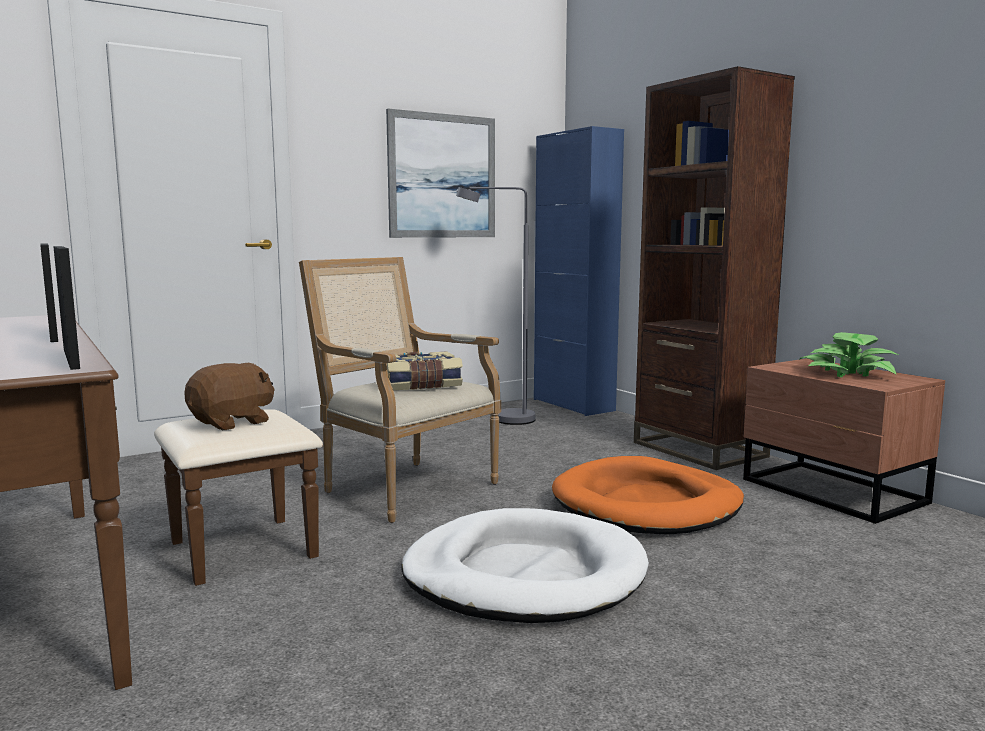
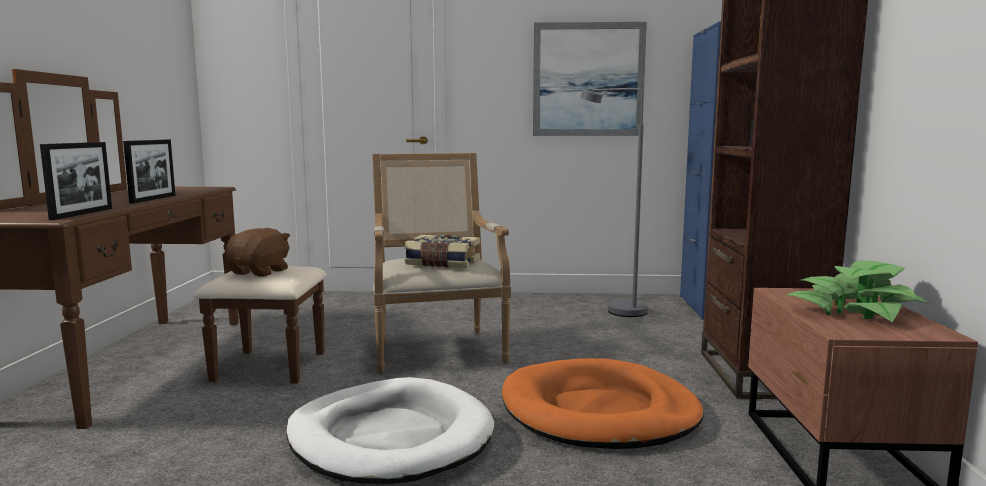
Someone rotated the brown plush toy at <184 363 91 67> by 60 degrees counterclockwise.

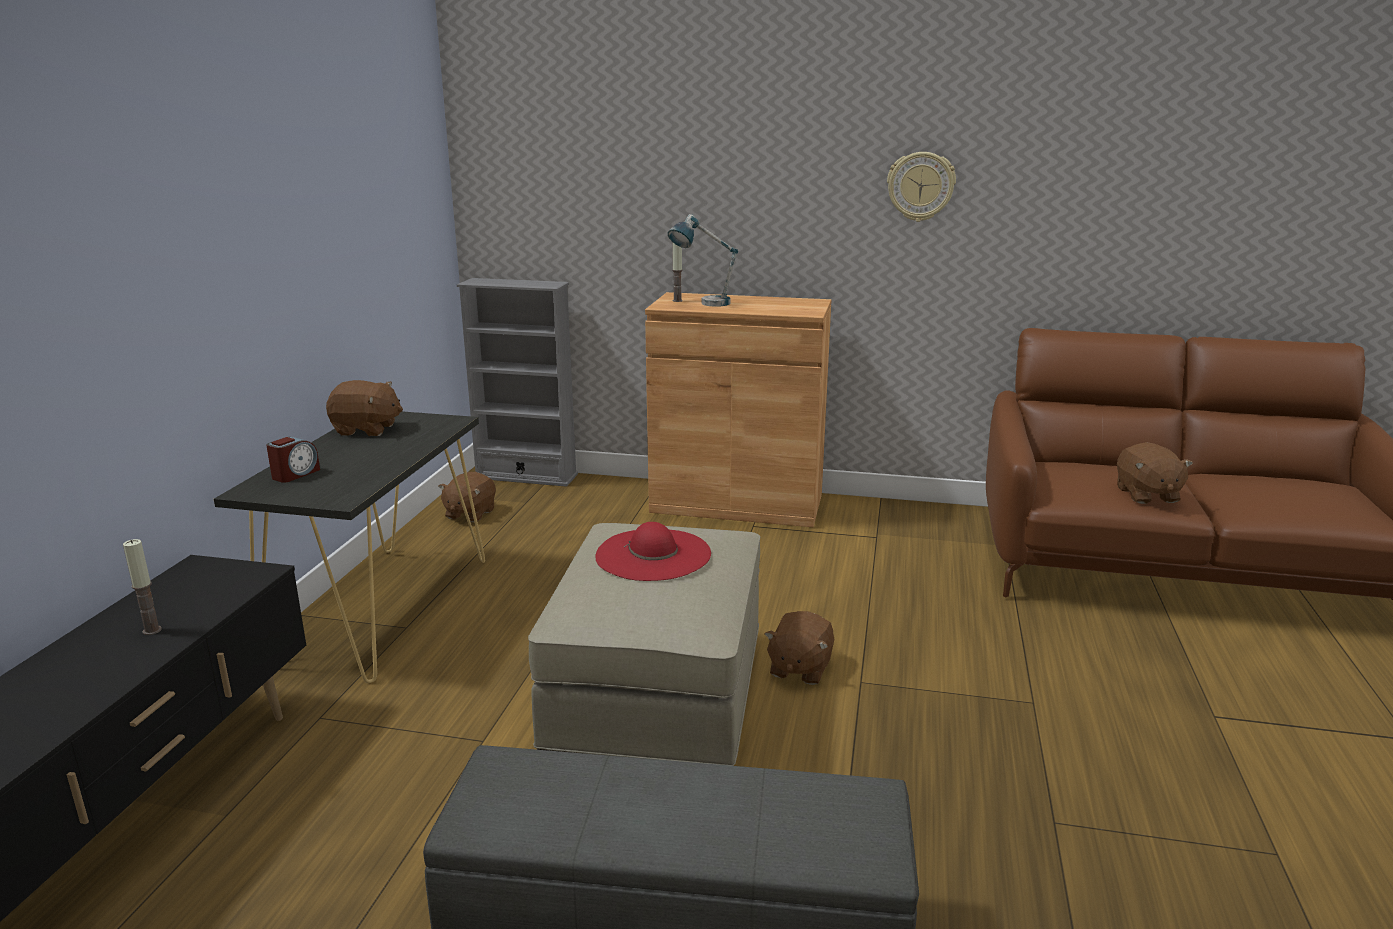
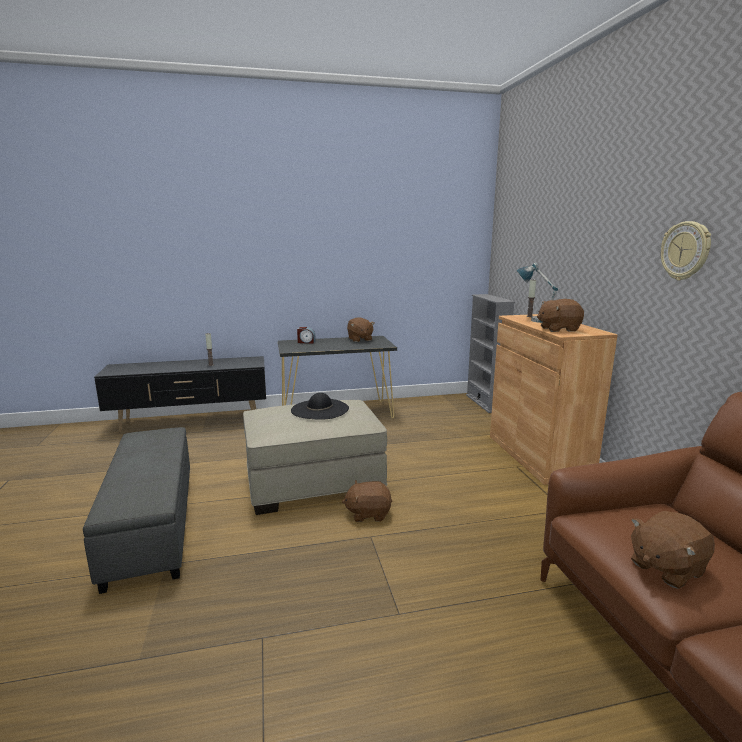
Someone carried the brown plush toy from <438 472 58 50> to <537 299 47 33>.
Someone repainted the red hat at <595 522 116 59>, which became the black hat at <291 393 58 27>.

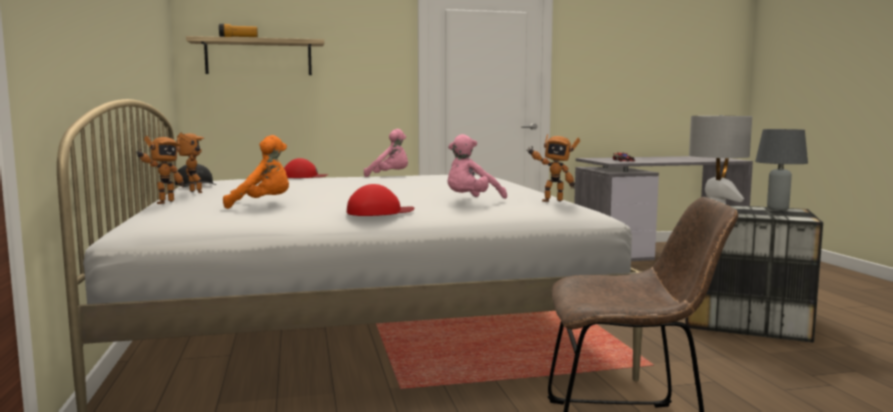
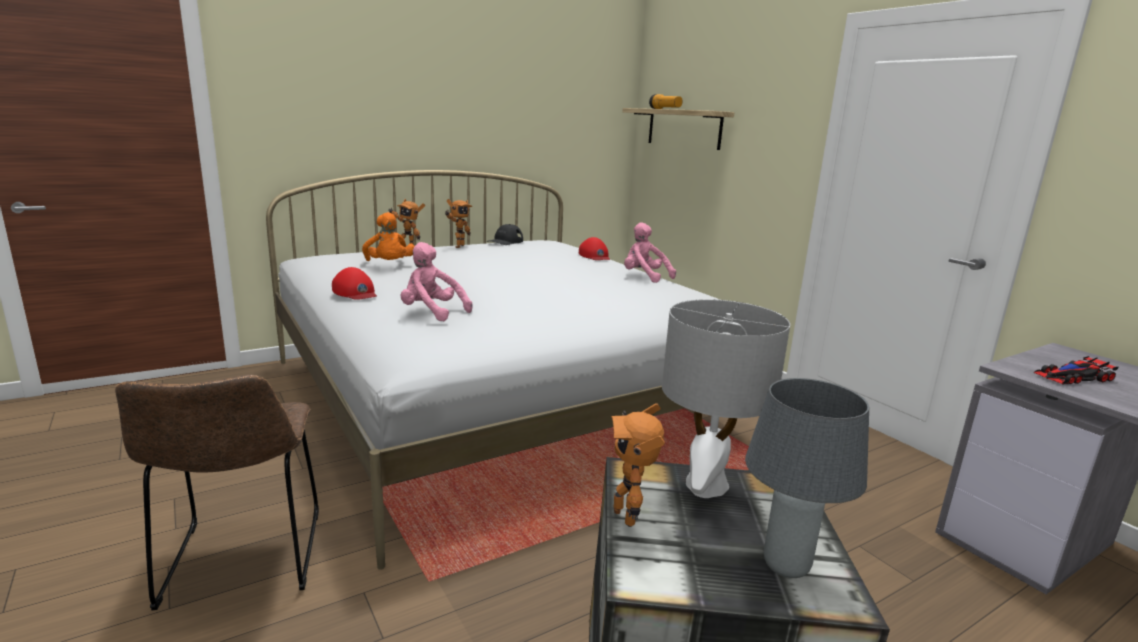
Someone rotated the pink plush toy at <364 129 44 48> by 135 degrees clockwise.
Someone carried the toy robot from <527 134 53 68> to <611 403 54 124>.

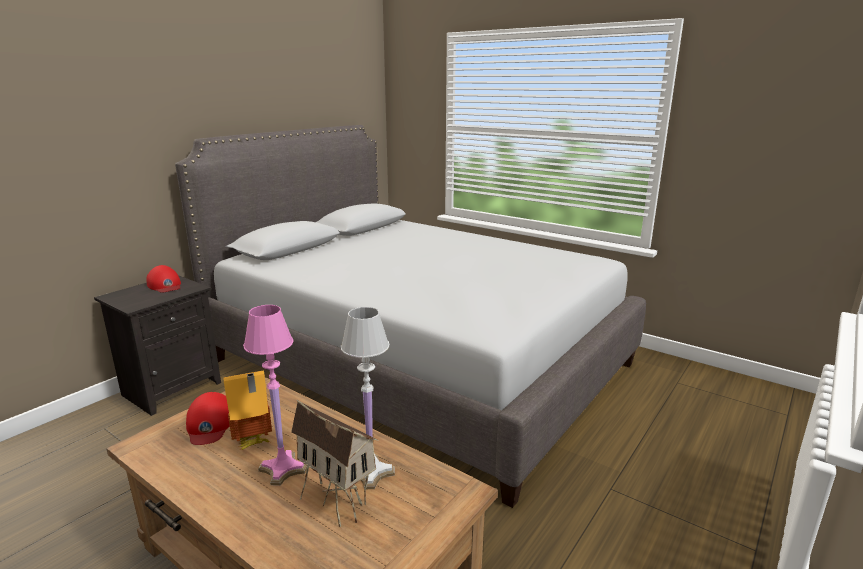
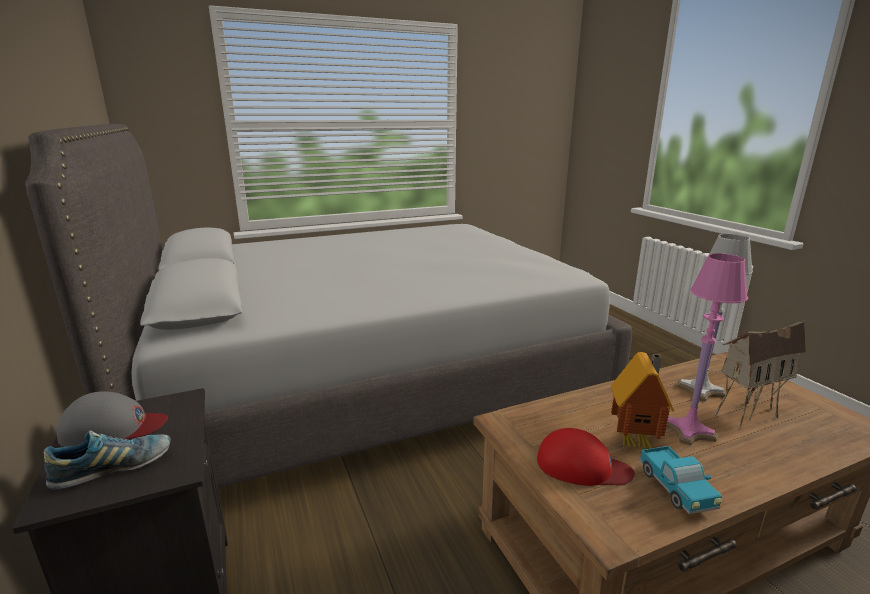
Someone repainted the red cap at <146 265 35 28>, which became the grey cap at <56 391 112 56>.
Someone put down the shoe at <44 431 127 59>.
Someone put down the toy truck at <639 446 83 68>.

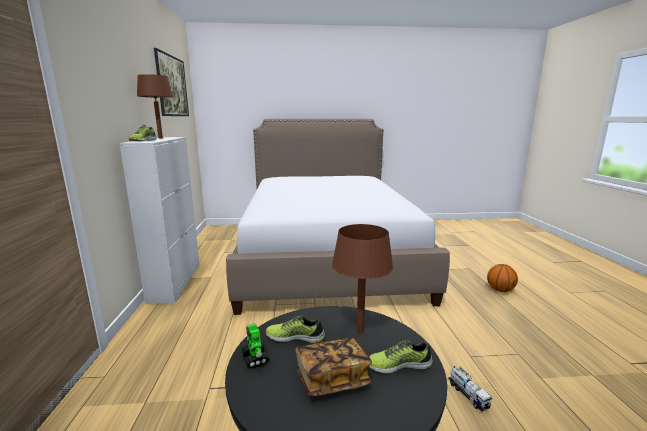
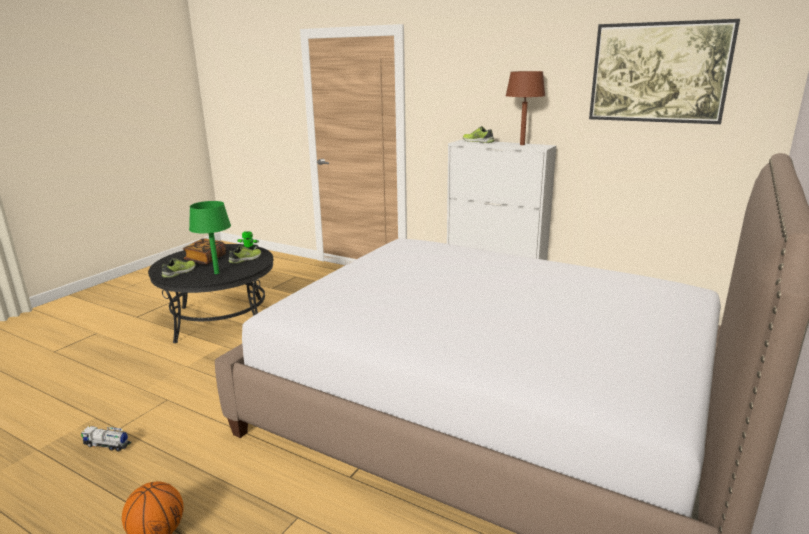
Someone repainted the brown table lamp at <332 224 61 109>, which became the green table lamp at <189 201 42 73>.
Someone carried the toy truck from <448 366 44 46> to <81 426 50 26>.

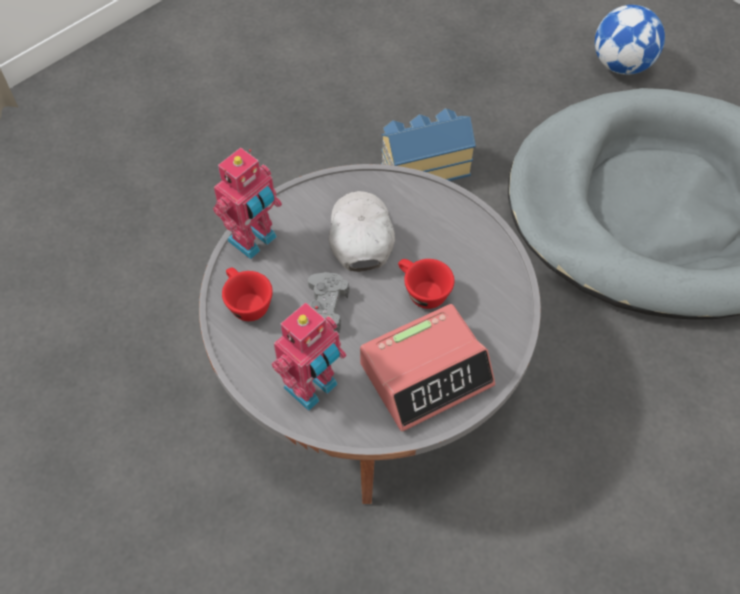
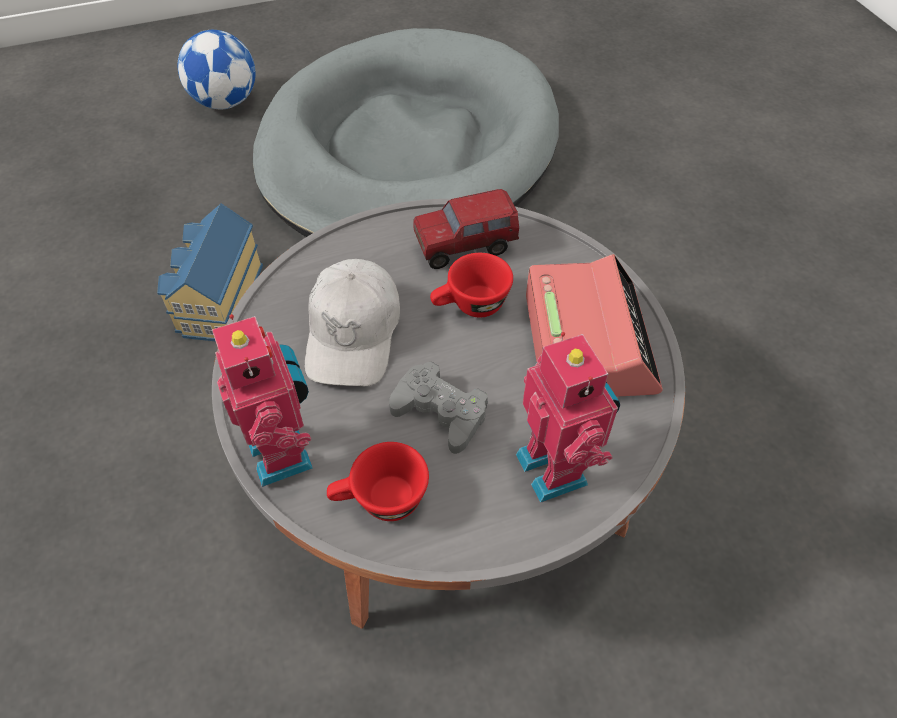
Someone rotated the white cap at <329 191 66 81> by 105 degrees counterclockwise.
Someone put down the toy truck at <413 189 106 80>.

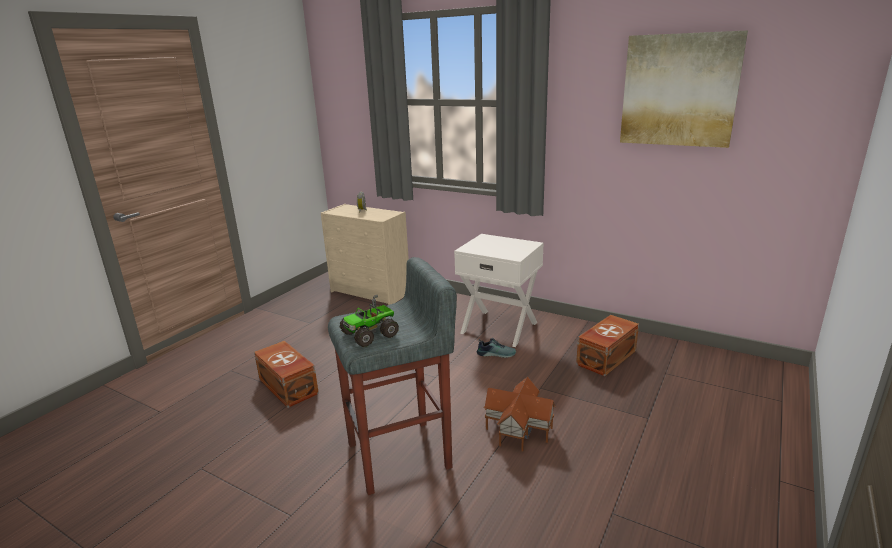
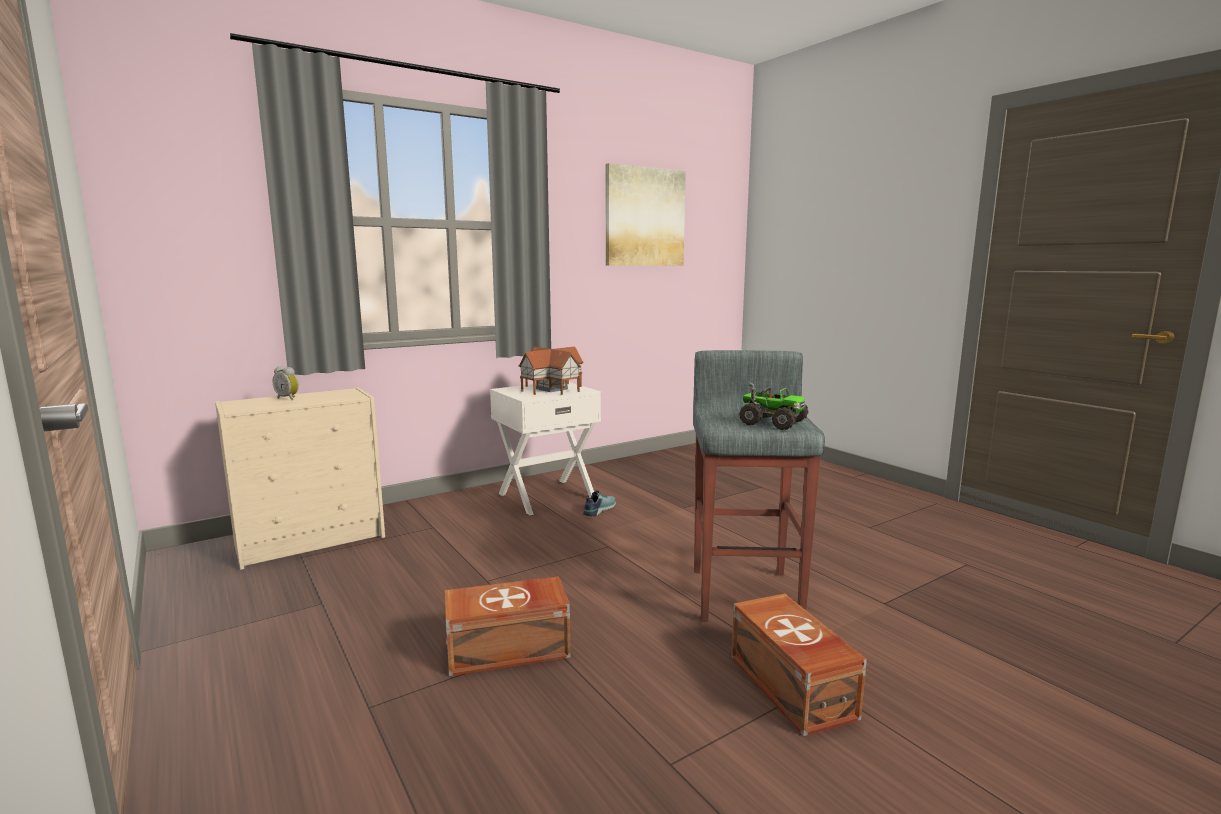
Someone rotated the toy truck at <340 295 59 52> by 45 degrees counterclockwise.
Someone carried the toy house from <483 377 73 75> to <518 346 65 49>.
Someone carried the brown storage box from <576 315 63 61> to <731 594 136 142>.

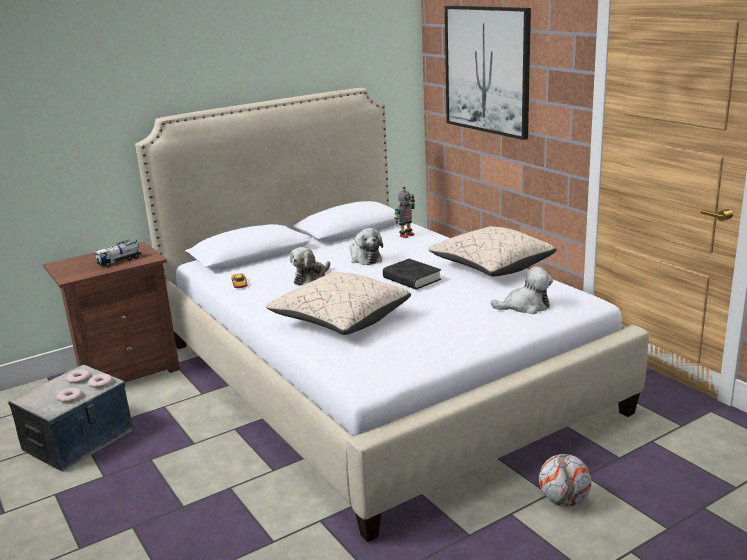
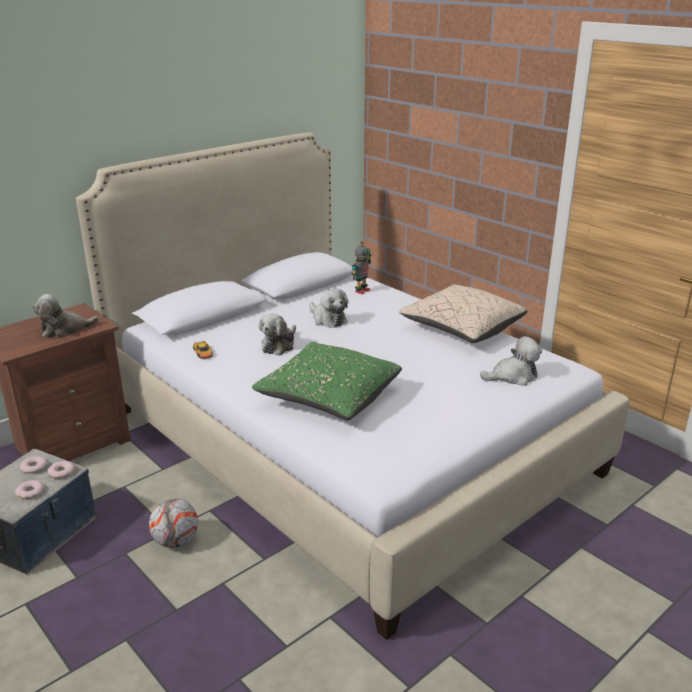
Someone swapped the toy truck at <94 240 48 27> for the plush toy at <33 294 66 43>.
Someone repainted the beige pillow at <266 272 145 63>, which became the green pillow at <252 342 150 78>.
Someone took away the black book at <383 259 58 31>.
Someone took away the picture at <445 6 86 134>.
Someone carried the football from <539 454 52 53> to <149 499 49 49>.

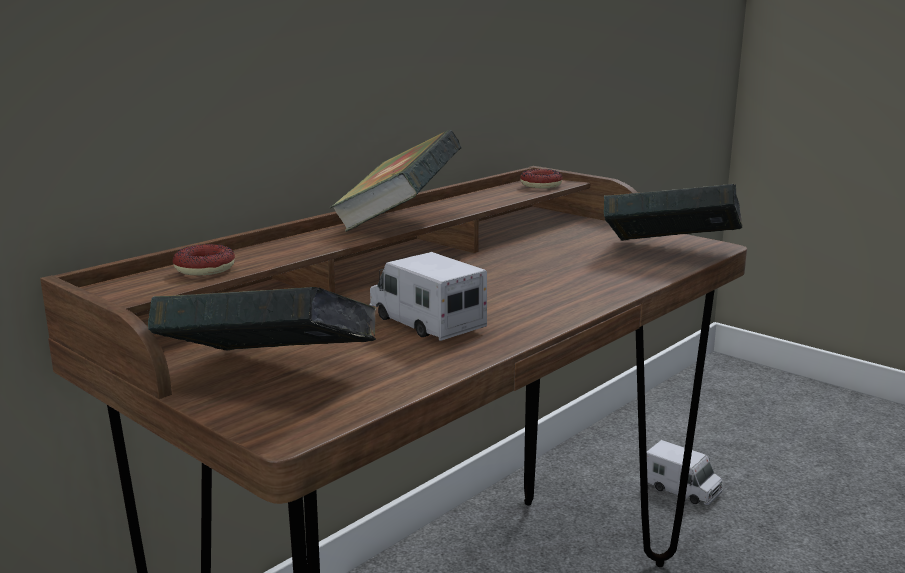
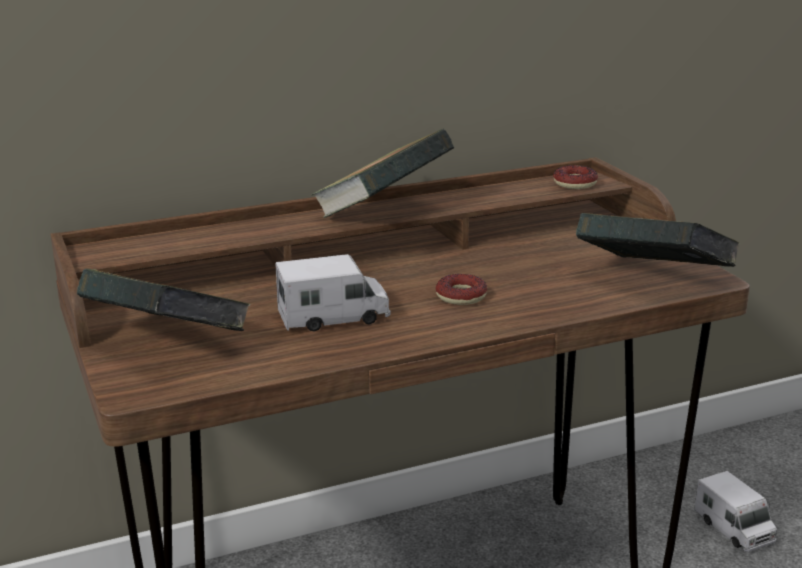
Someone carried the donut from <173 244 62 32> to <436 274 51 31>.
Someone rotated the toy truck at <369 252 118 89> by 90 degrees clockwise.

